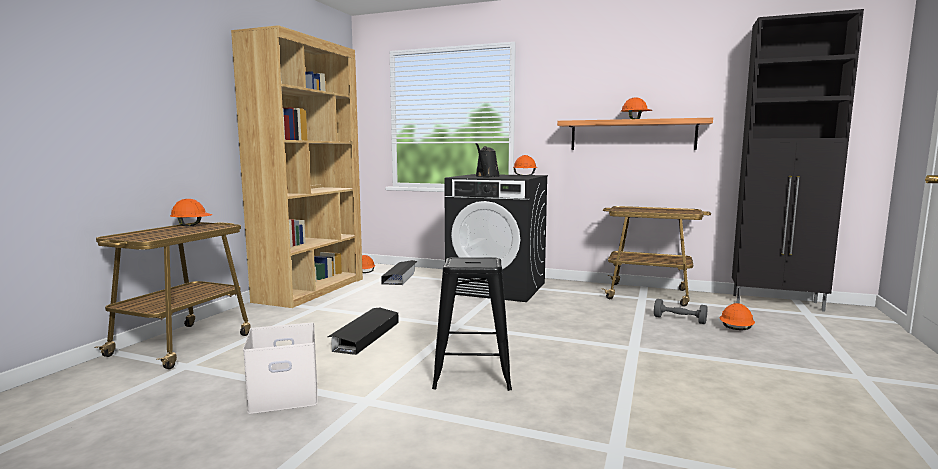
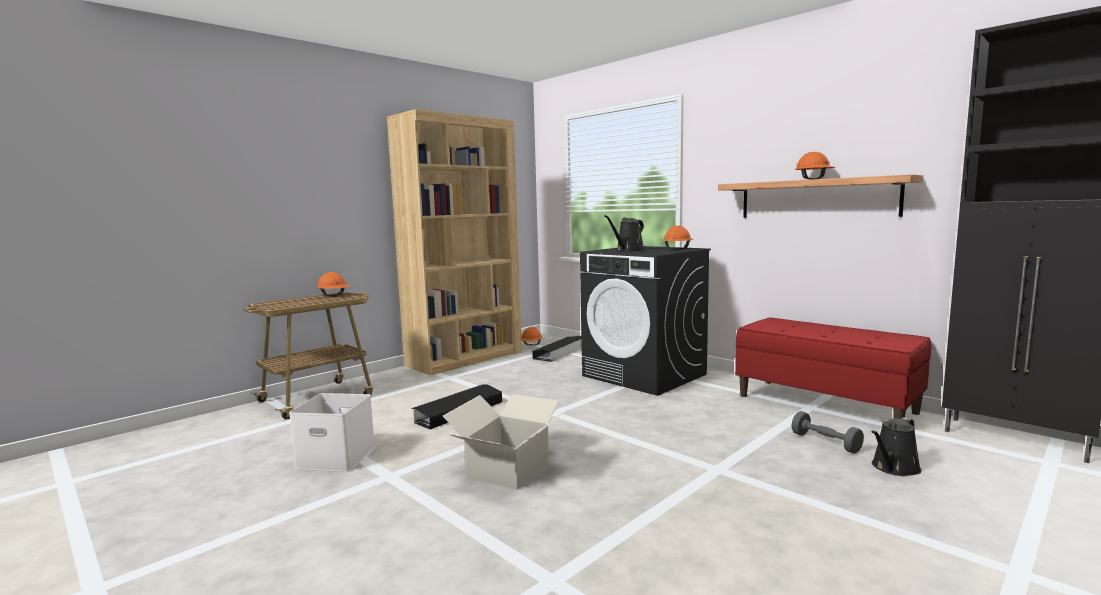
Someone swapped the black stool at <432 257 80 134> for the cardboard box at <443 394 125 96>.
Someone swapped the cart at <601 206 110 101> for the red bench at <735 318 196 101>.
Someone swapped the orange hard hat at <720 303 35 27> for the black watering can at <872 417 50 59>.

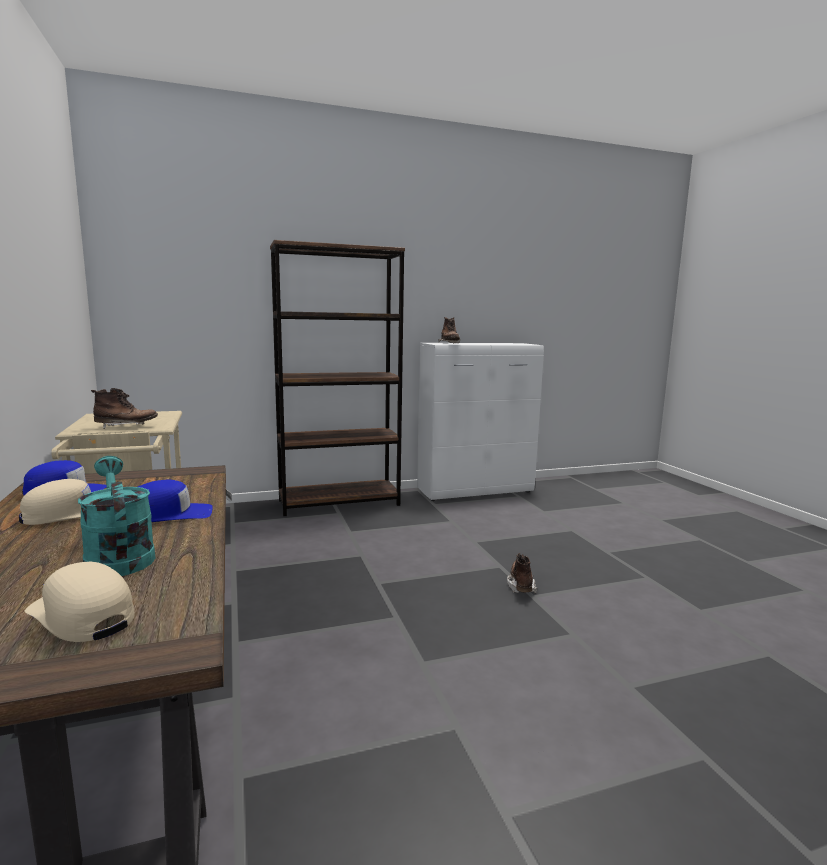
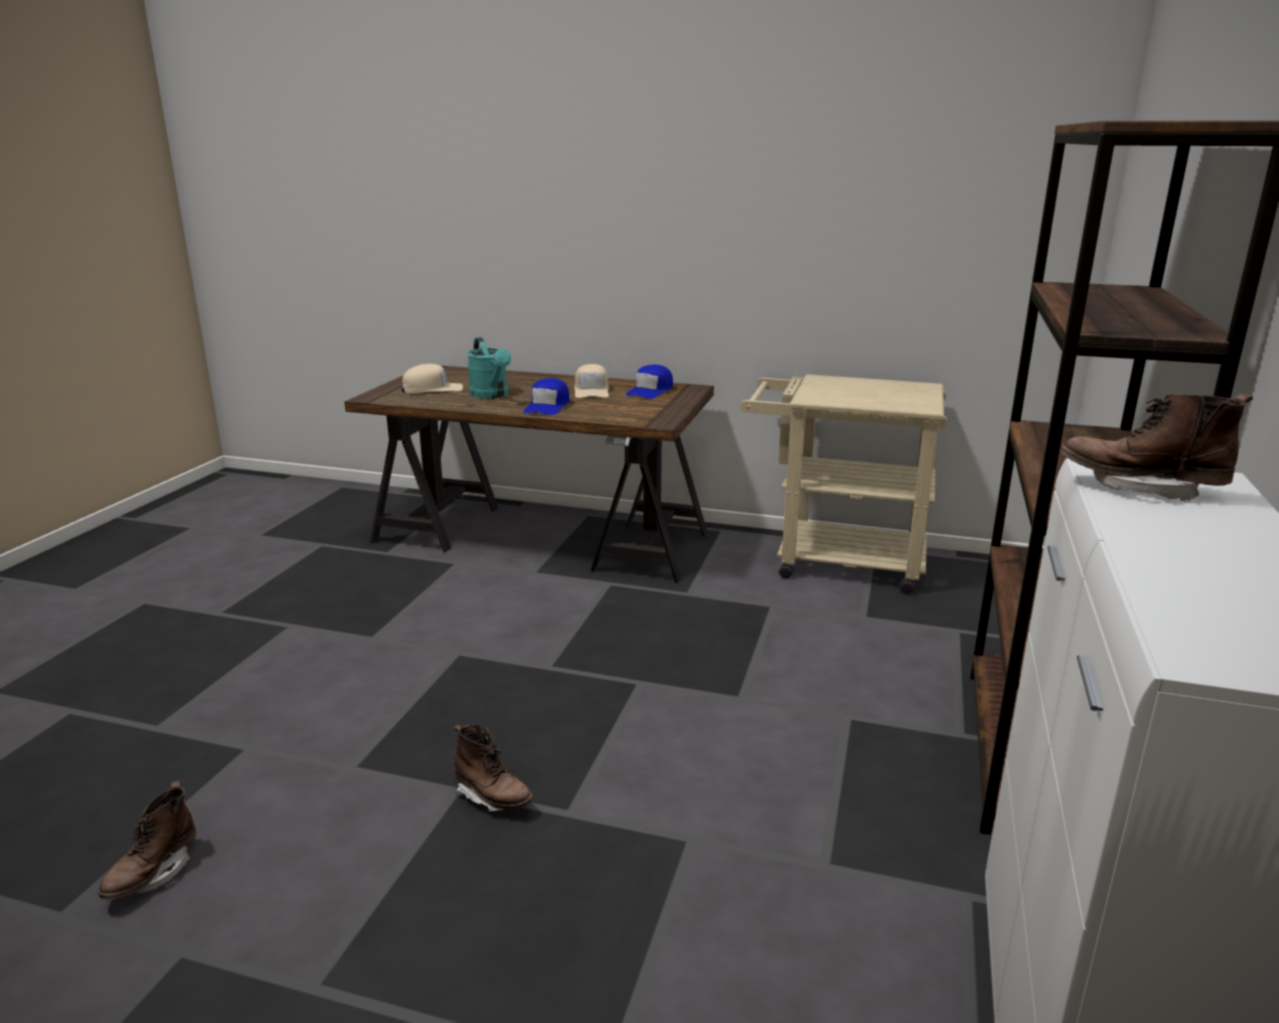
Someone rotated the turquoise watering can at <78 456 78 120> by 60 degrees clockwise.
Someone carried the brown boot from <91 388 67 41> to <98 781 99 119>.

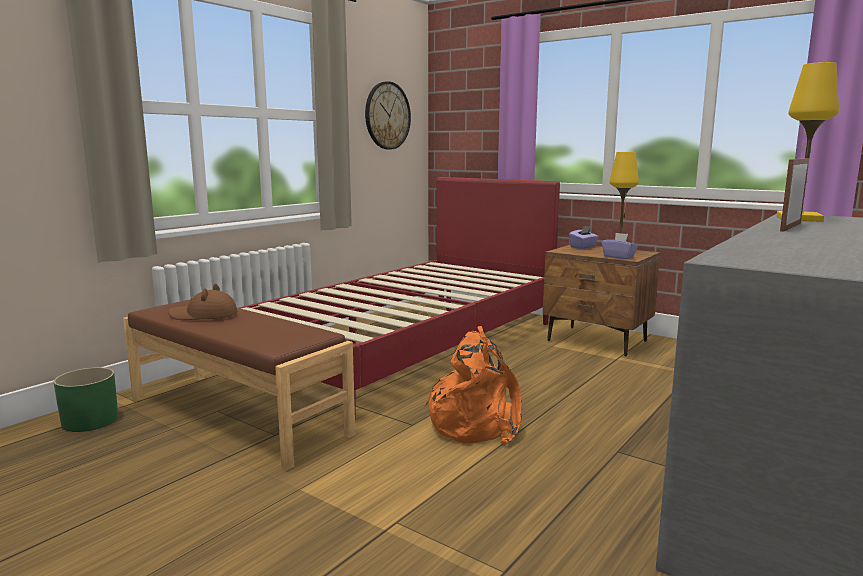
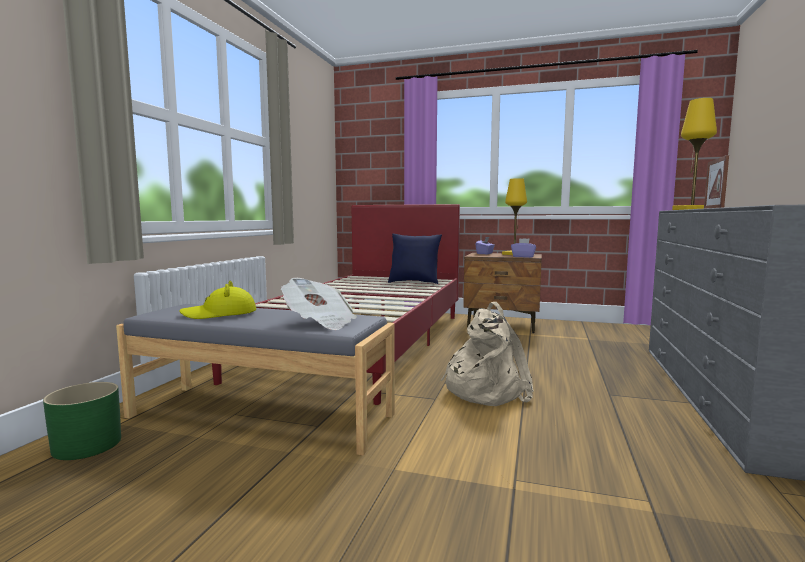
Someone repainted the brown bench at <123 299 232 172>, which became the grey bench at <116 304 279 151>.
Someone repainted the brown hat at <168 284 69 36>, which became the yellow hat at <179 281 77 38>.
Someone took away the wall clock at <365 81 46 69>.
Someone repainted the orange backpack at <425 326 97 119>, which became the beige backpack at <441 302 93 104>.
Someone put down the newspaper at <281 278 76 52>.
Someone put down the blue pillow at <388 234 54 50>.

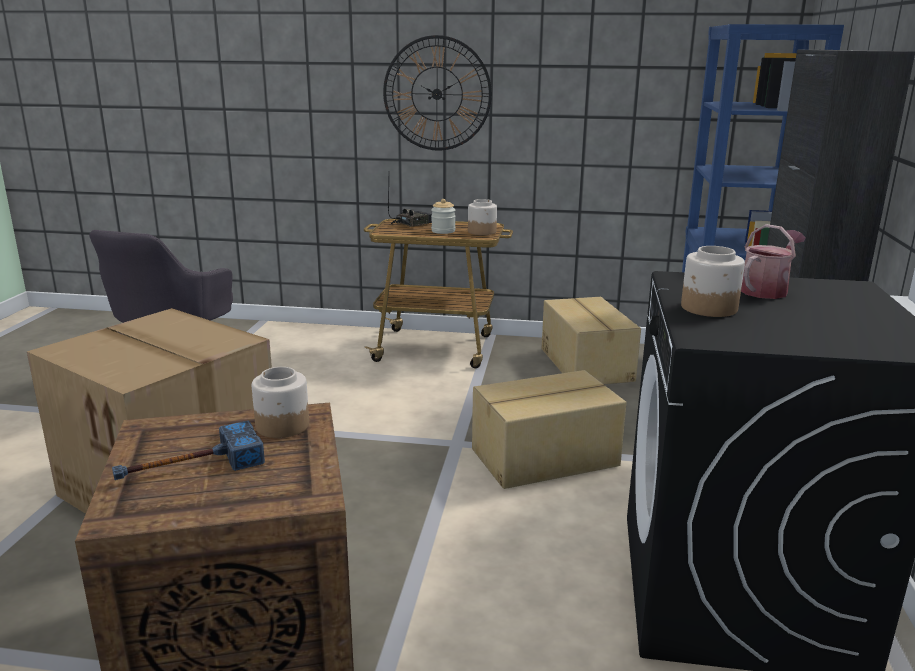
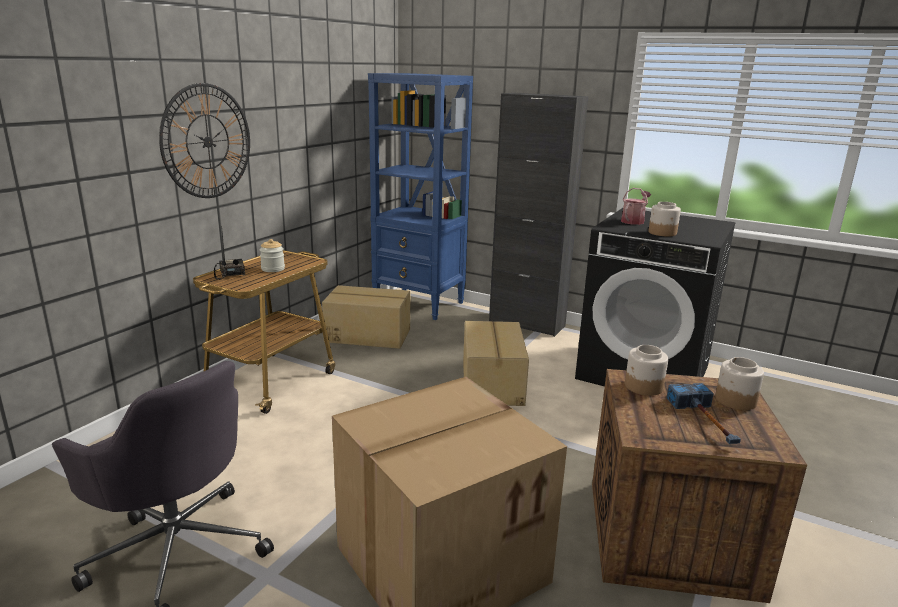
Someone carried the jar from <468 199 29 36> to <715 357 49 53>.
Someone rotated the watering can at <741 224 65 75> by 60 degrees clockwise.

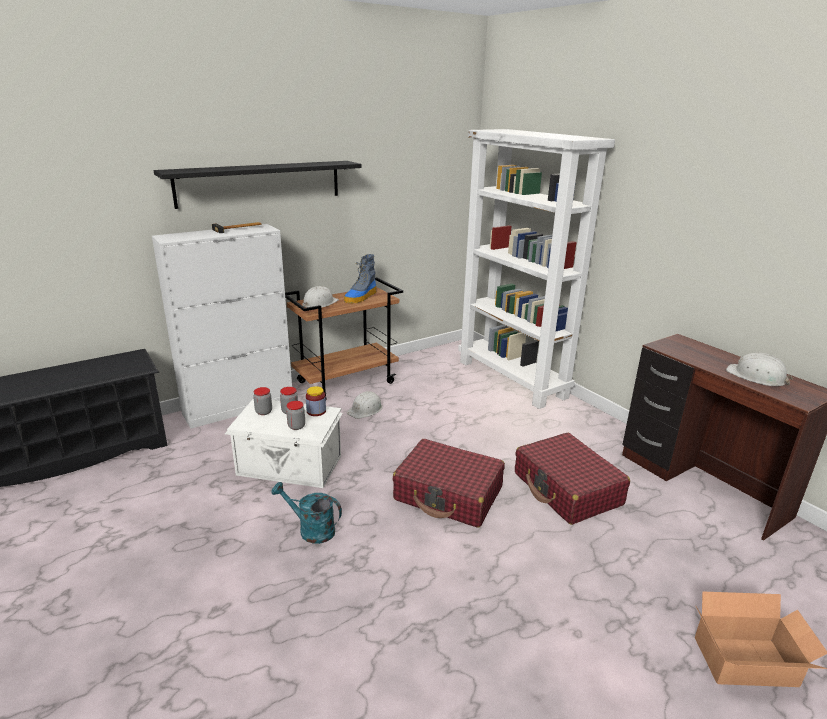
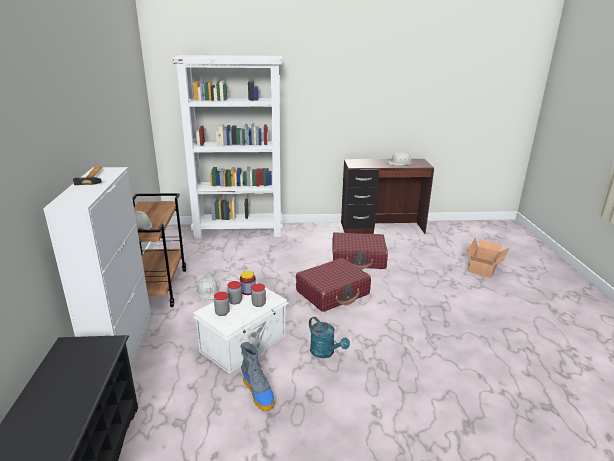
Someone took away the black shelf at <154 161 208 48>.
Someone rotated the turquoise watering can at <271 482 71 62> by 90 degrees counterclockwise.
Someone carried the boot from <344 254 33 50> to <240 342 35 70>.

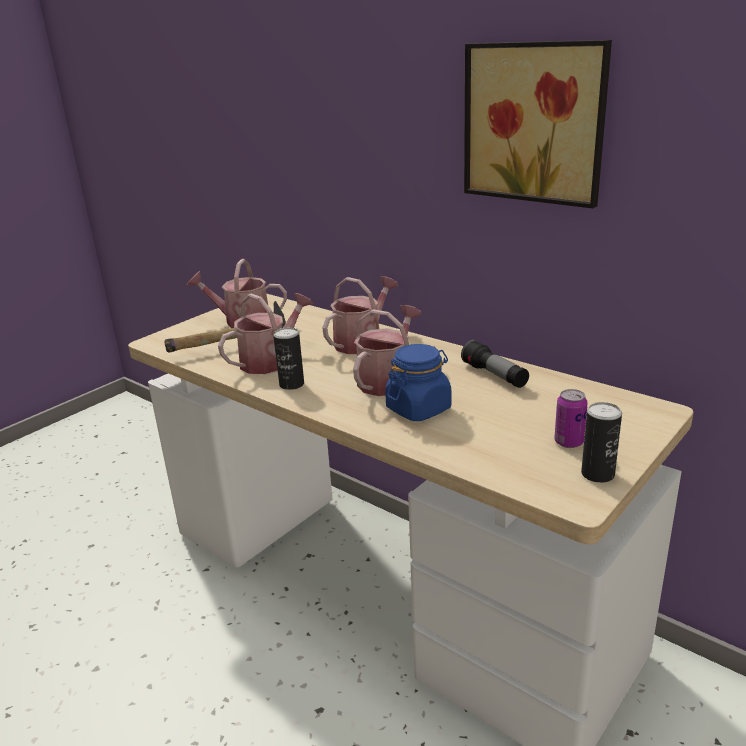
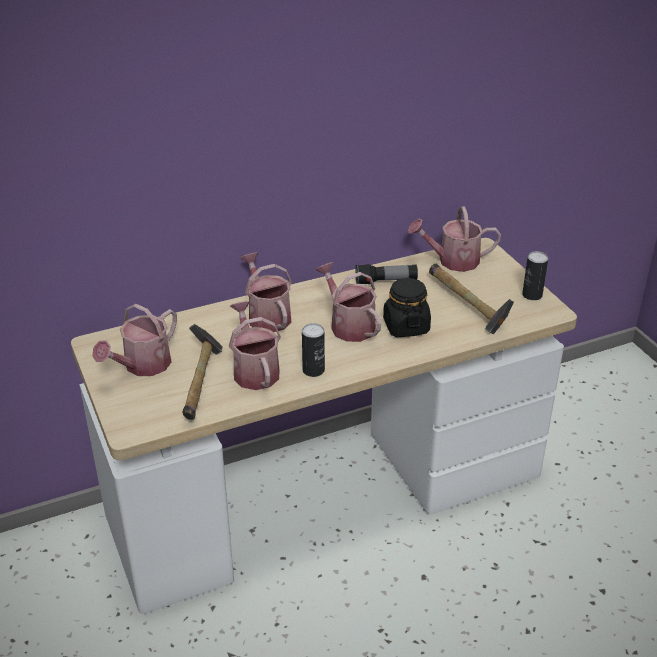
Someone repainted the blue jar at <385 344 66 77>, which became the black jar at <383 278 48 59>.
Someone took away the picture at <464 40 148 168>.
Someone took away the can at <554 389 34 59>.
Someone put down the watering can at <407 206 94 66>.
Someone put down the hammer at <429 264 85 70>.

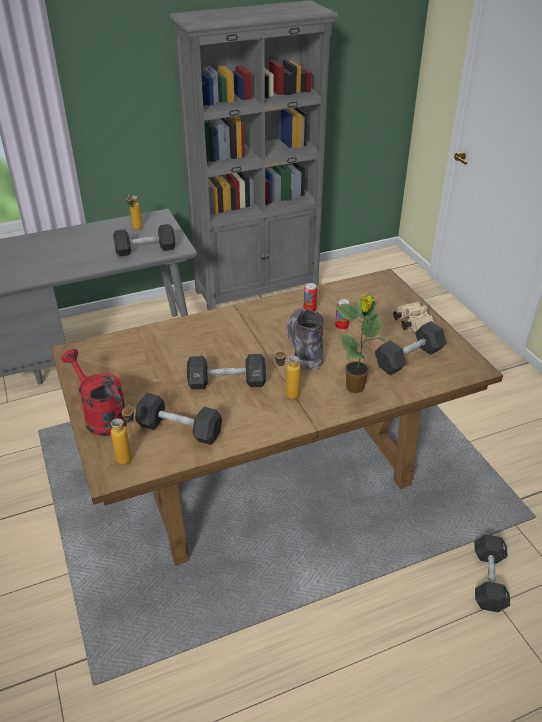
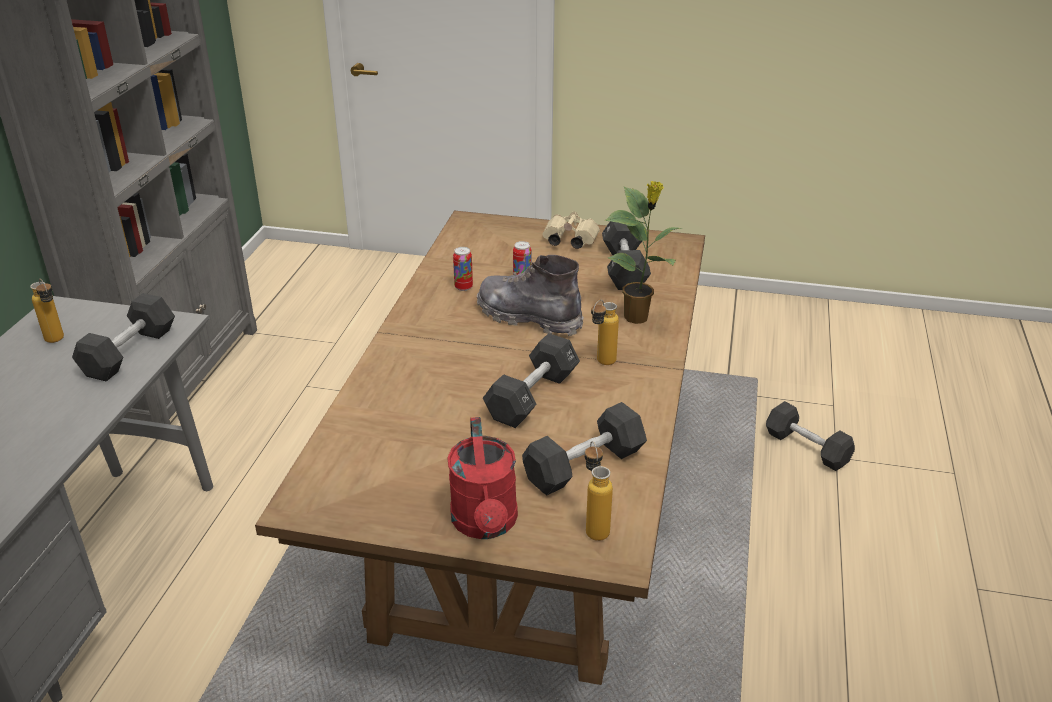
Someone rotated the red watering can at <61 349 66 87> by 90 degrees counterclockwise.

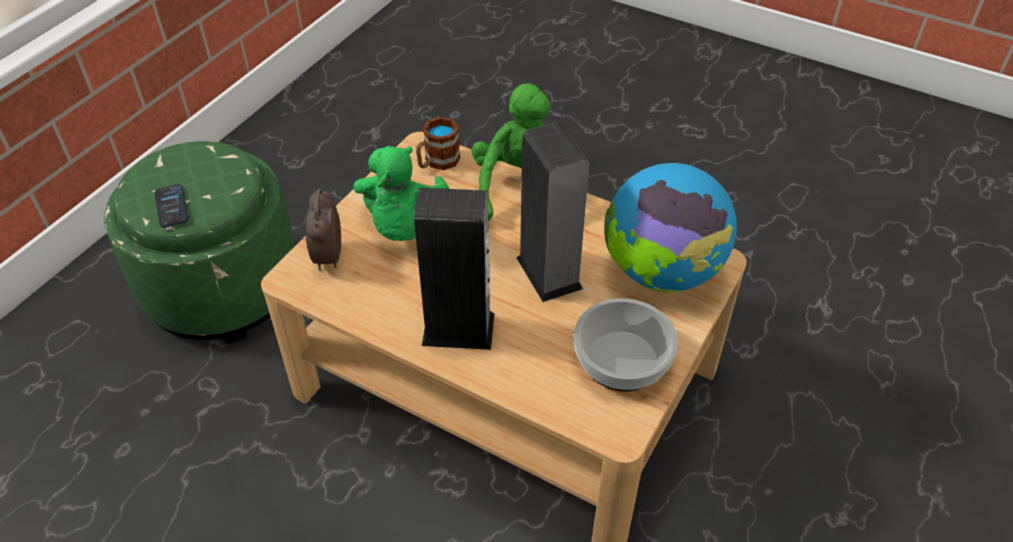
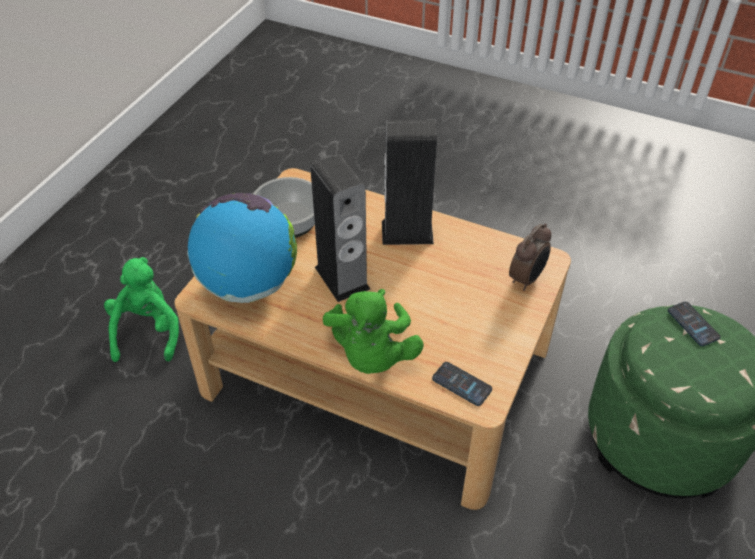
Someone rotated the alarm clock at <306 188 35 83> by 45 degrees clockwise.
Someone carried the green plush toy from <353 146 96 95> to <104 257 75 105>.
Someone swapped the mug at <416 116 44 54> for the phone at <432 362 60 44>.

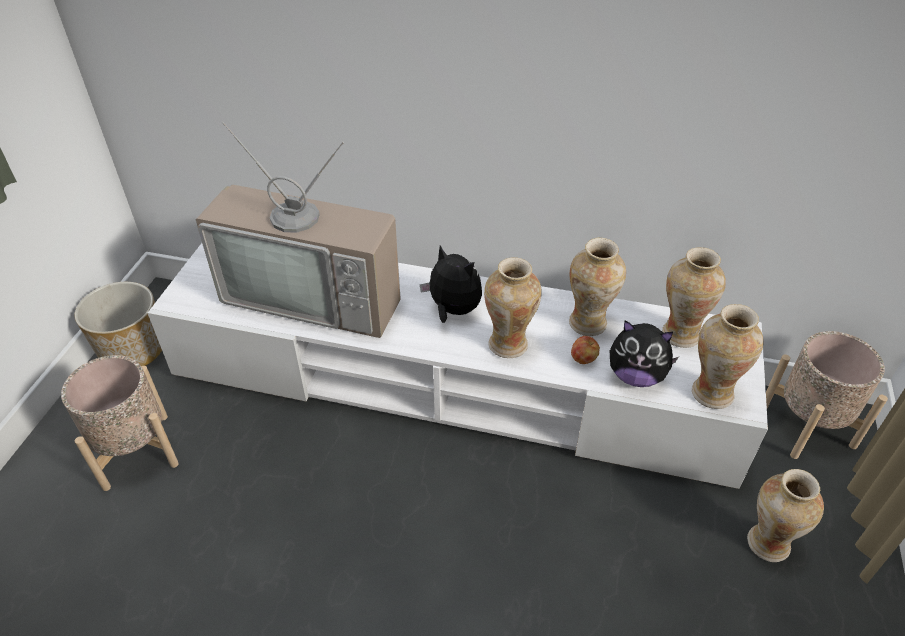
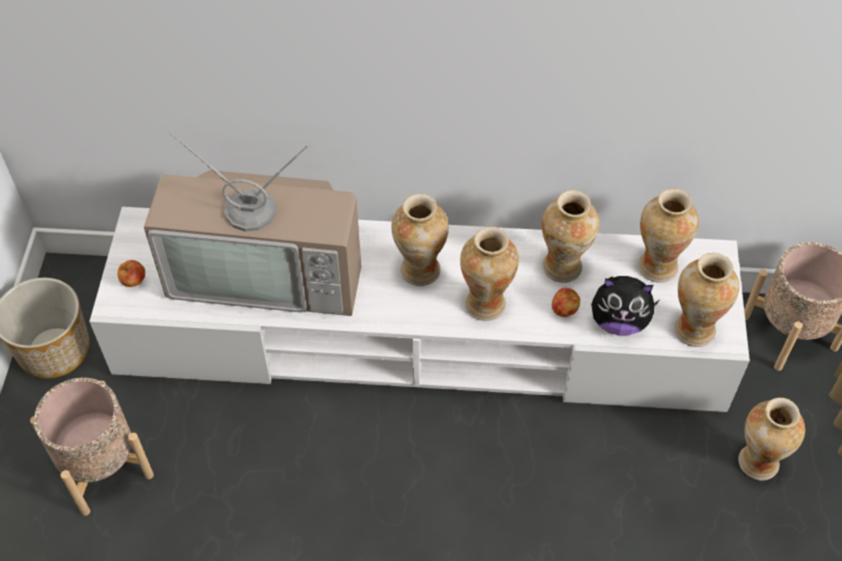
Someone swapped the plush toy at <420 245 62 78> for the vase at <391 194 58 92>.
Someone put down the apple at <118 260 27 27>.

